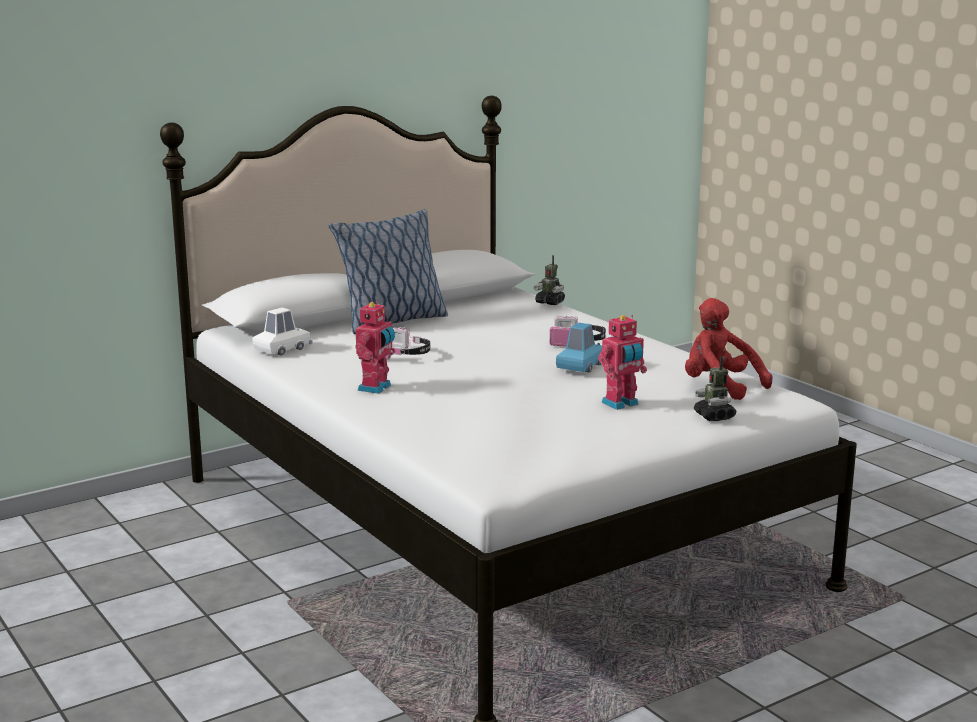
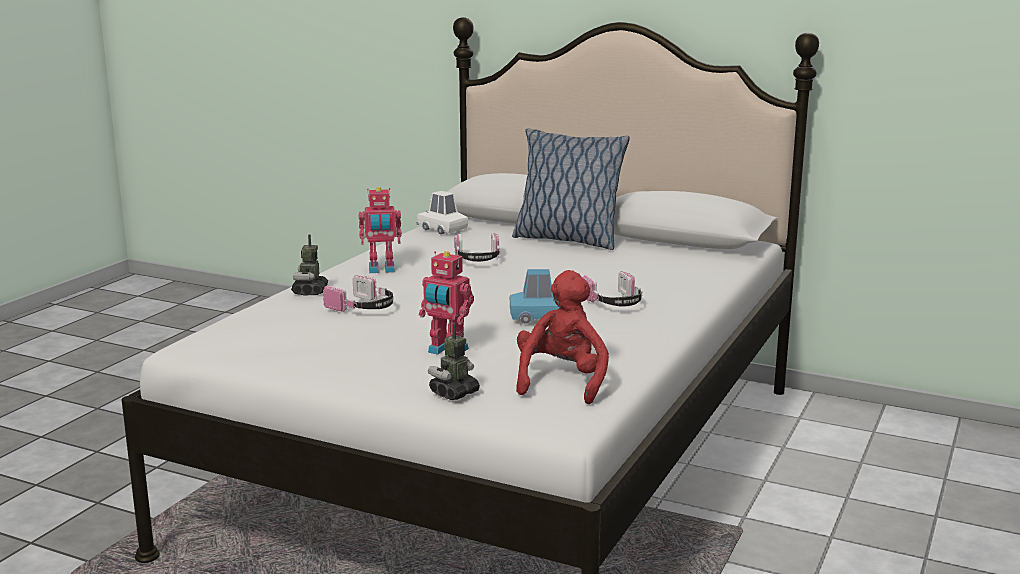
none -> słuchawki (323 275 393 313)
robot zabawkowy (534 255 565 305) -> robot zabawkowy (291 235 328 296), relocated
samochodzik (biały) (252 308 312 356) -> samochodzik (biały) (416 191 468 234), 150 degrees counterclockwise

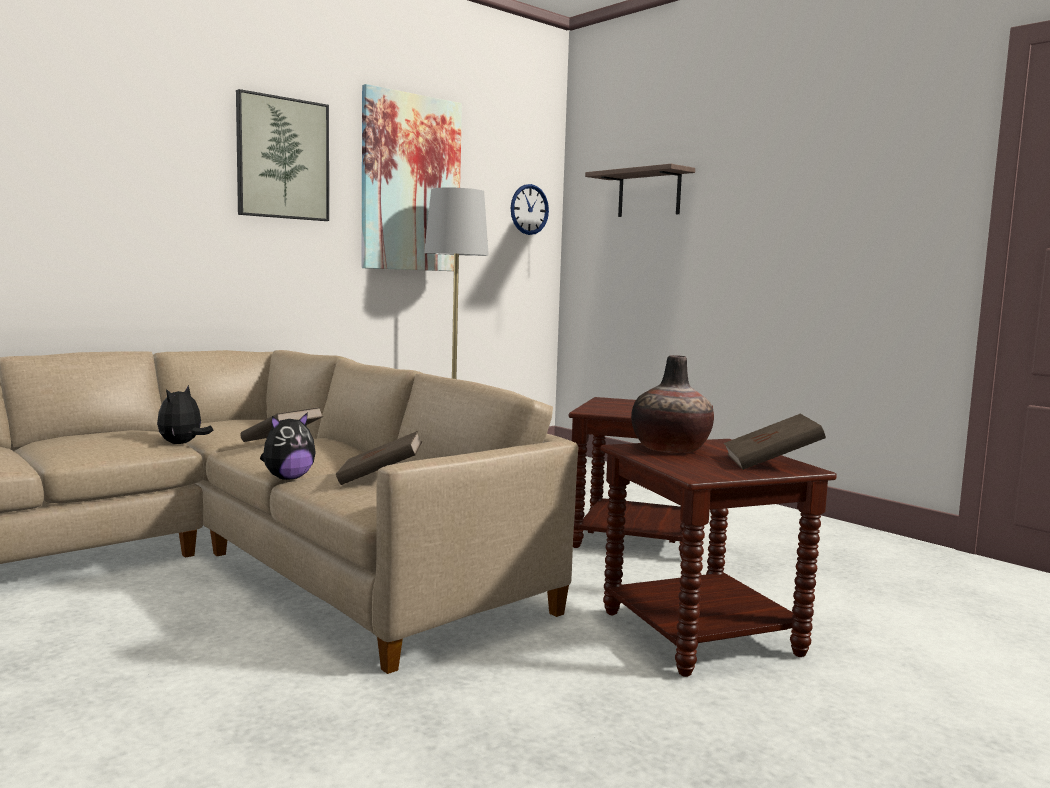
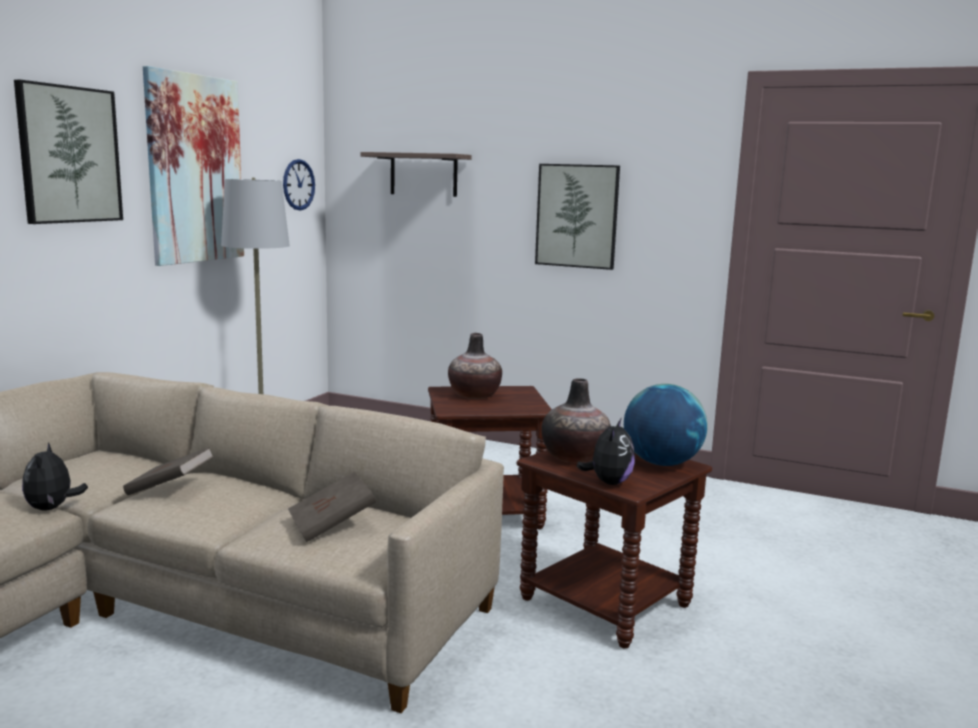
none -> wazon (448 333 502 399)
none -> obraz (535 164 620 270)
pluszak (260 412 316 480) -> pluszak (577 418 635 485), relocated
książka (brązowy) (724 414 826 470) -> globus (624 384 708 466)

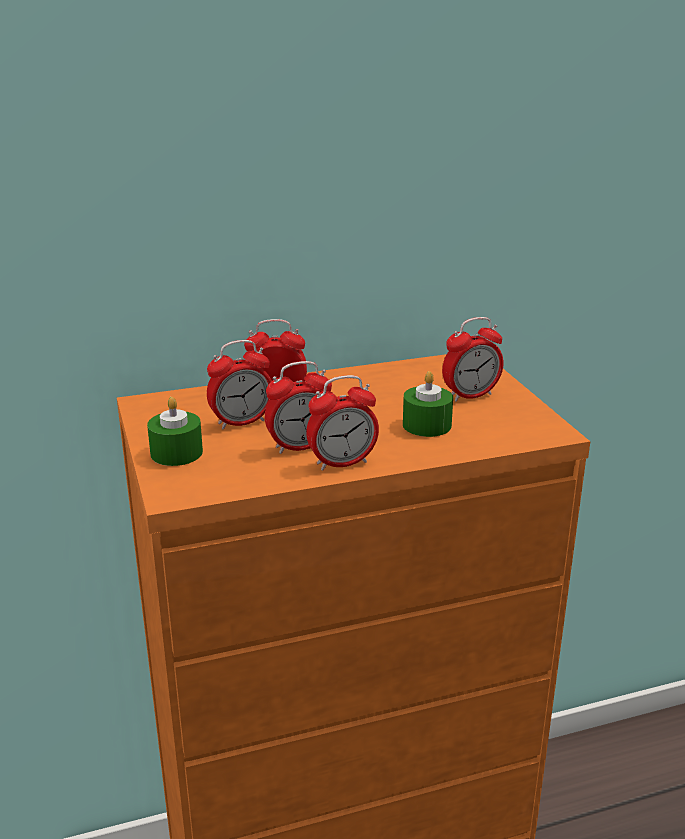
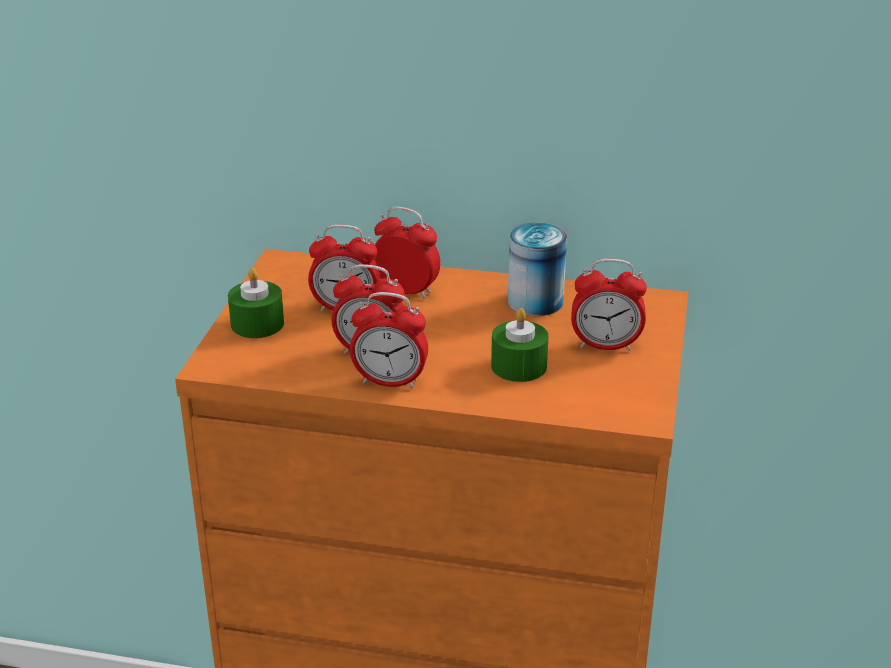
none -> puszka (508 222 567 316)

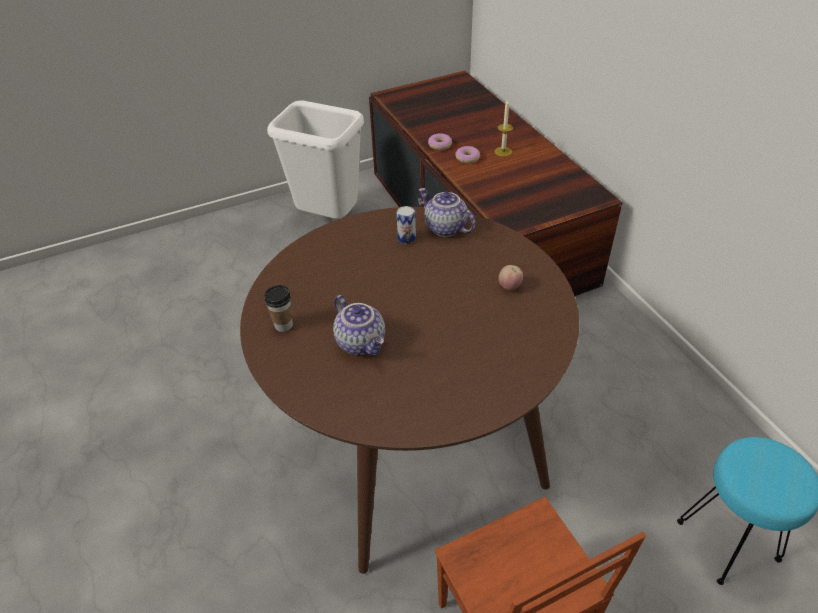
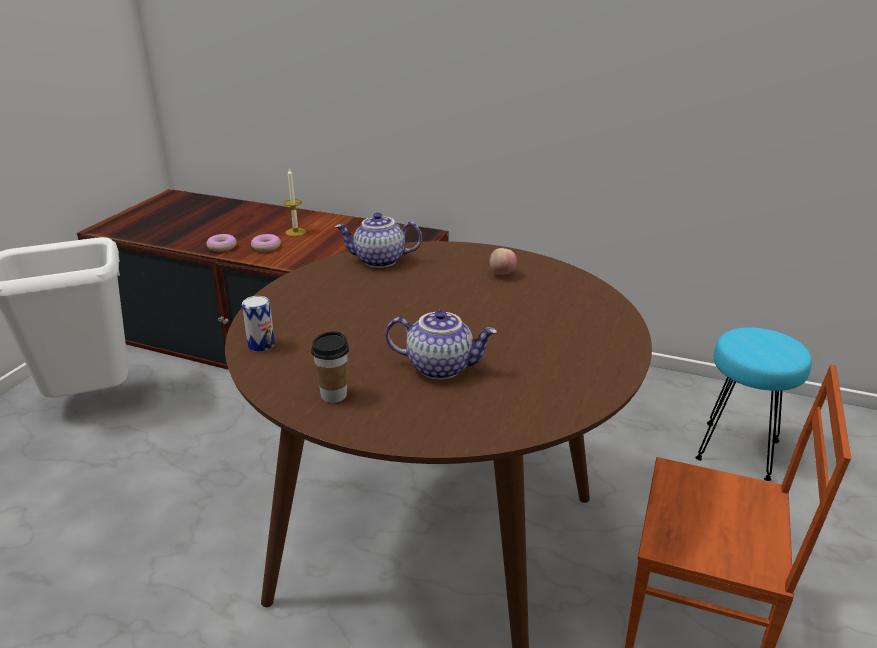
puszka (396 206 416 244) -> puszka (242 296 275 352), relocated

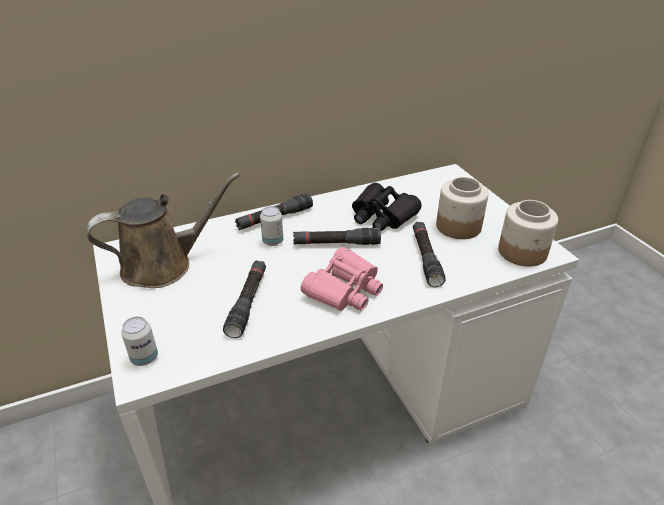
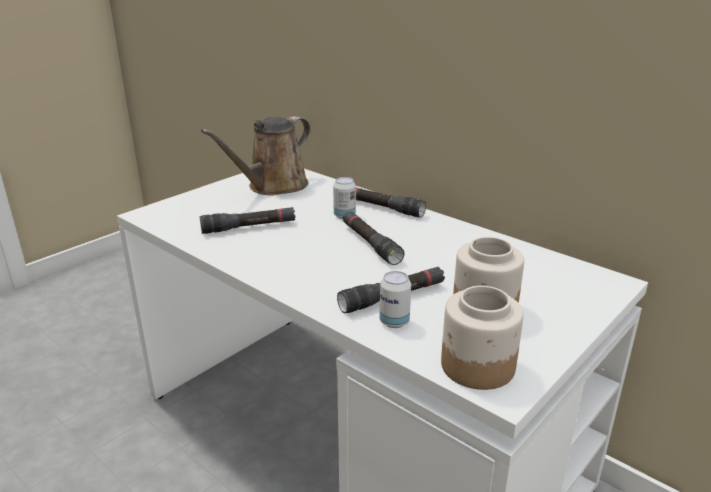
lornetka (różowy) (300 247 383 311) -> none
lornetka (czarny) (352 183 422 231) -> none
puszka (121 317 158 366) -> puszka (380 271 411 328), relocated
konewka (brązowy) (87 173 240 288) -> konewka (brązowy) (201 116 311 195), 90 degrees clockwise

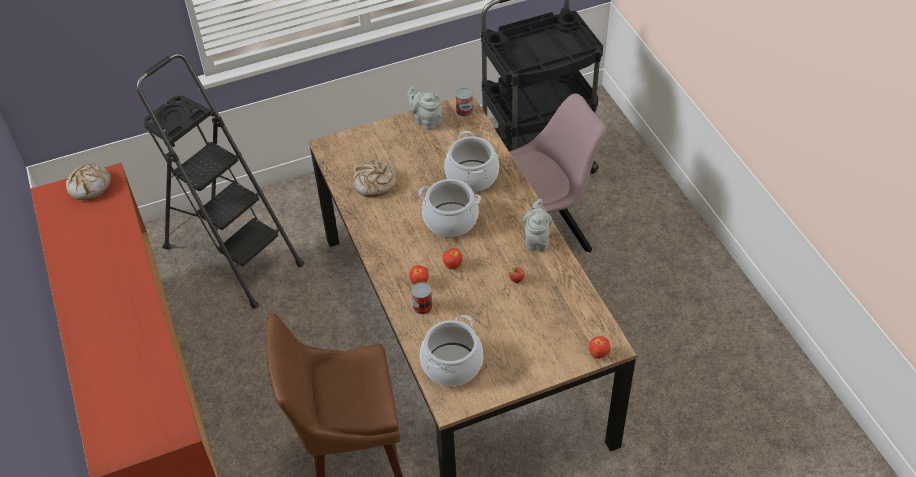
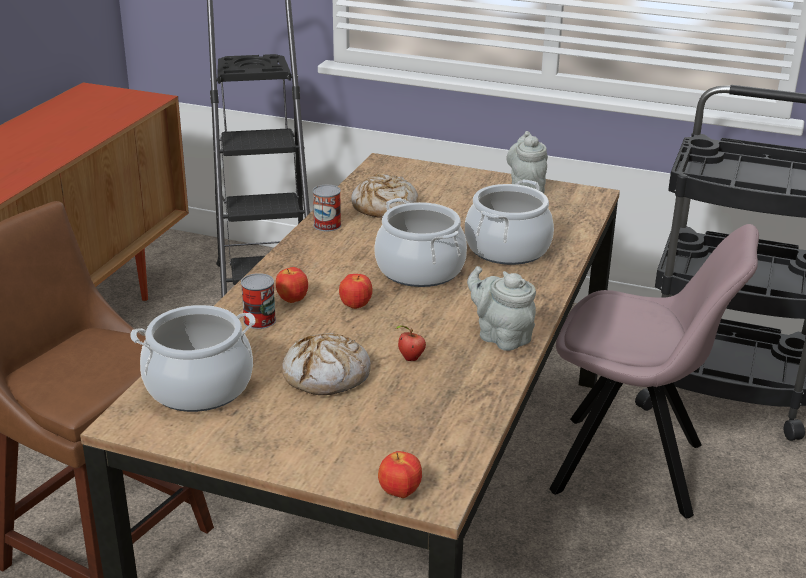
chleb (66 164 111 200) -> chleb (282 333 371 395), relocated
puszka (456 88 473 117) -> puszka (313 185 341 231), relocated
imbryk (szary) (522 199 553 251) -> imbryk (szary) (467 266 536 351), 90 degrees counterclockwise

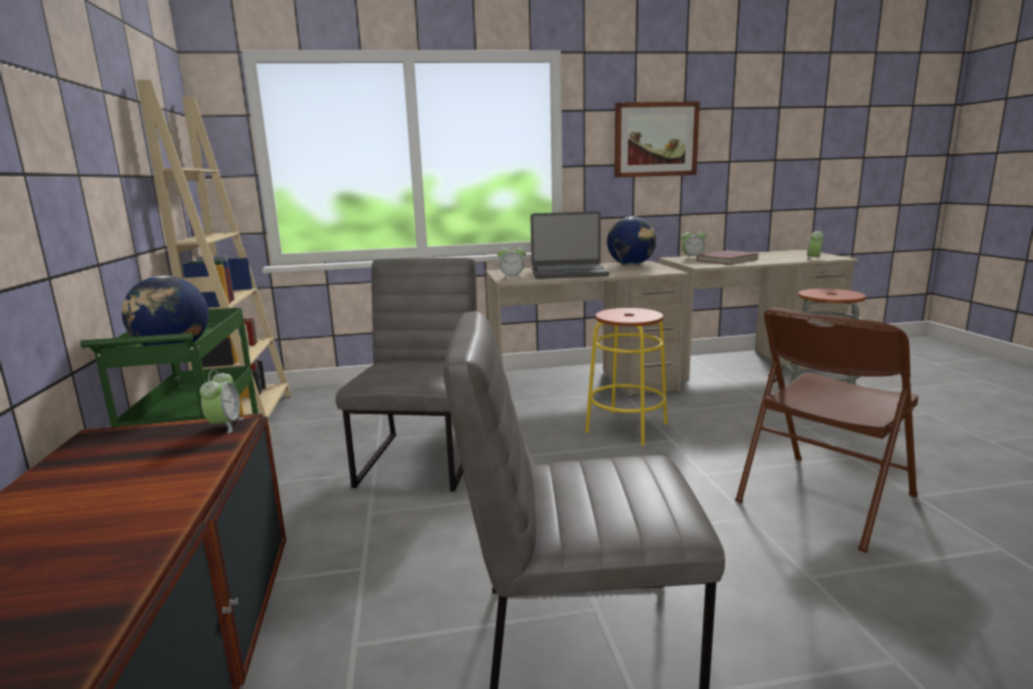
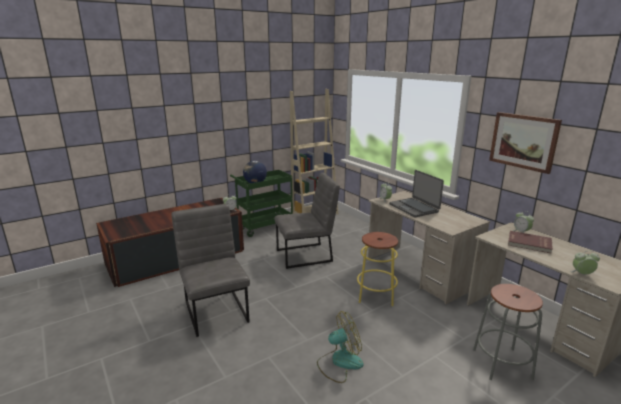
globus (607 216 656 265) -> none
krzesło (brązowy) (735 308 918 553) -> wentylator (317 311 364 383)

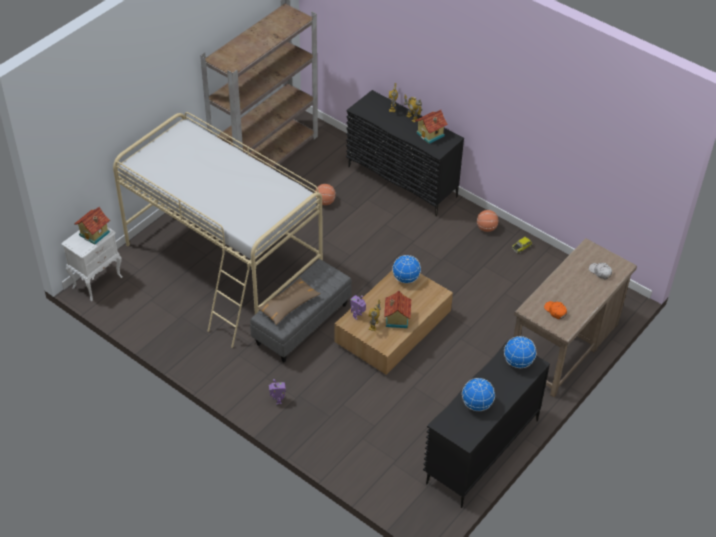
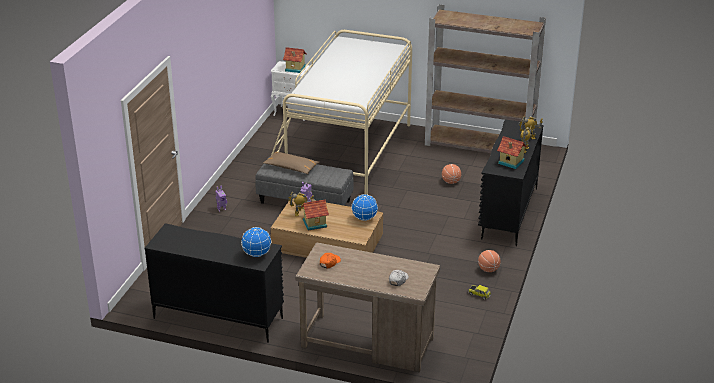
globus (462 378 495 411) -> none

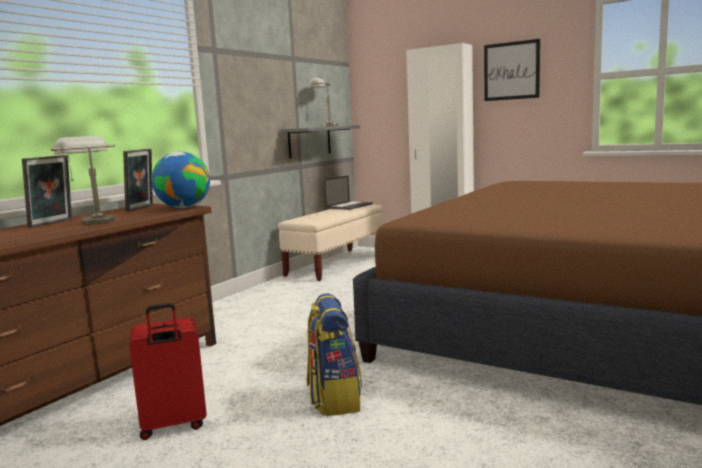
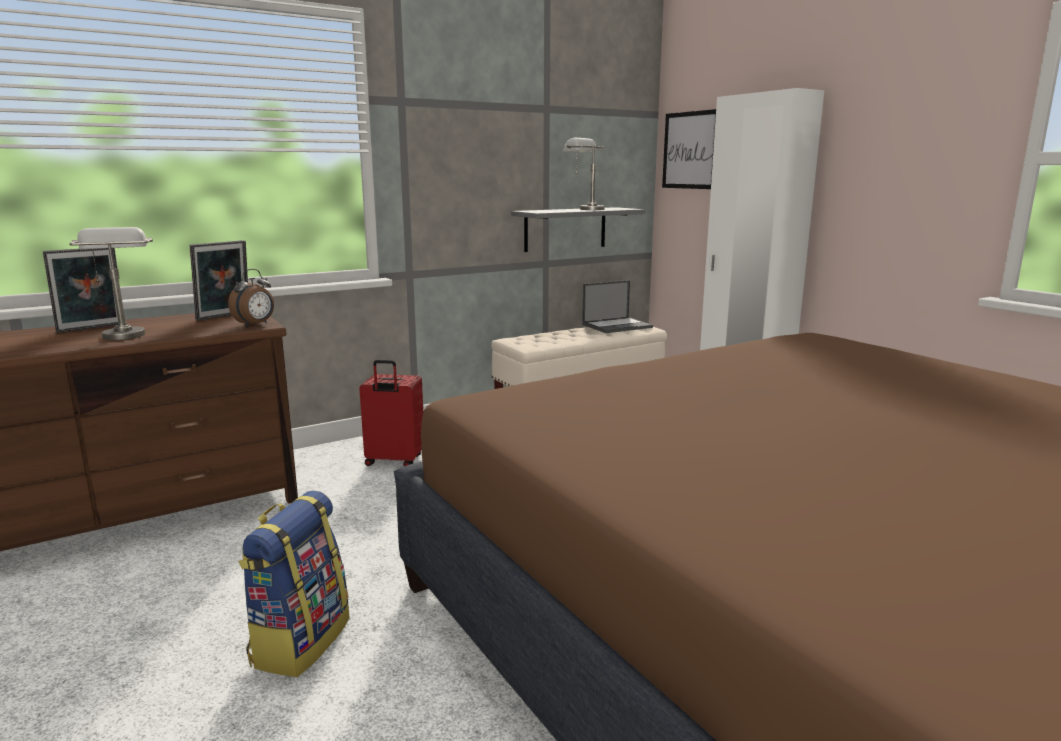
walizka (czerwony) (129 303 207 440) -> walizka (czerwony) (359 360 423 466), relocated
obraz (484 39 540 101) -> obraz (662 109 716 189), relocated
globus (151 152 210 208) -> budzik (228 269 274 327)

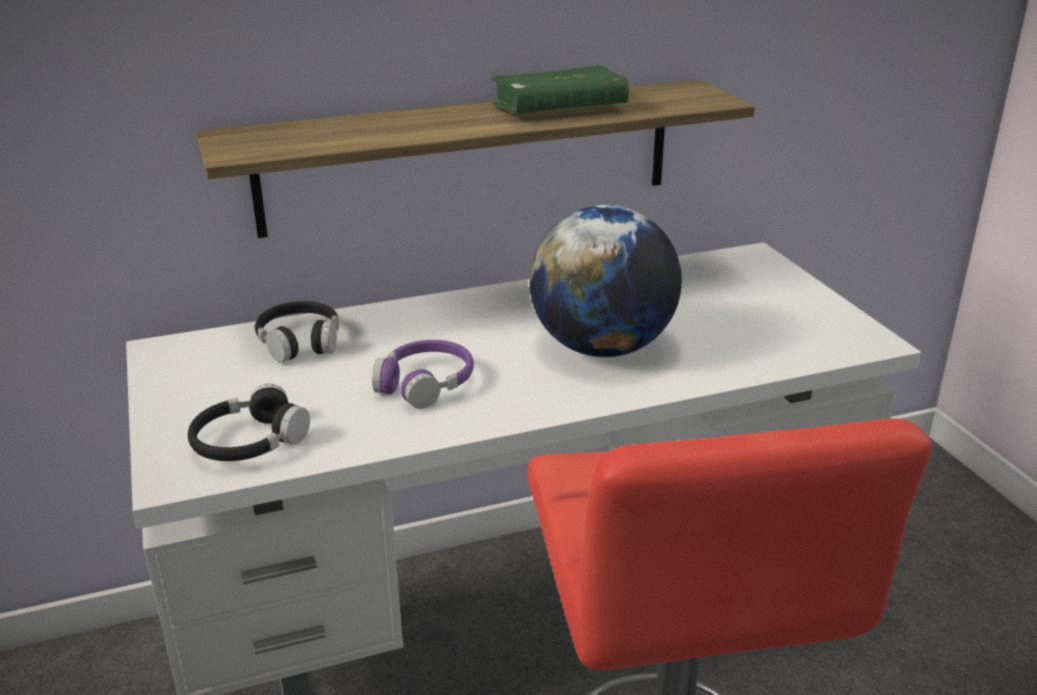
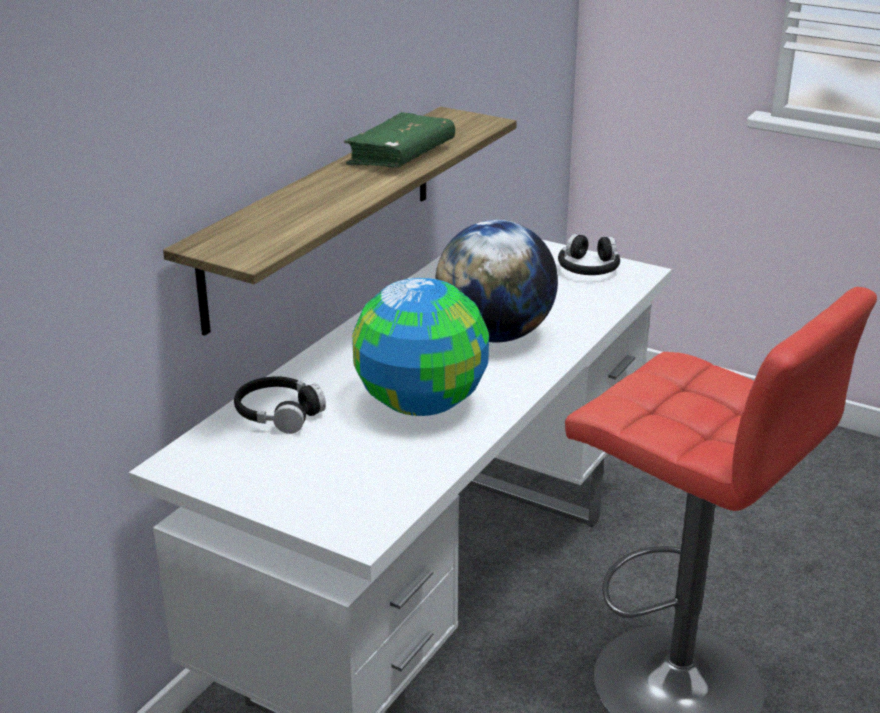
słuchawki (czarny) (188 384 310 461) -> słuchawki (czarny) (558 234 620 275), relocated
słuchawki (fioletowy) (372 340 474 409) -> globus (352 278 489 416)

